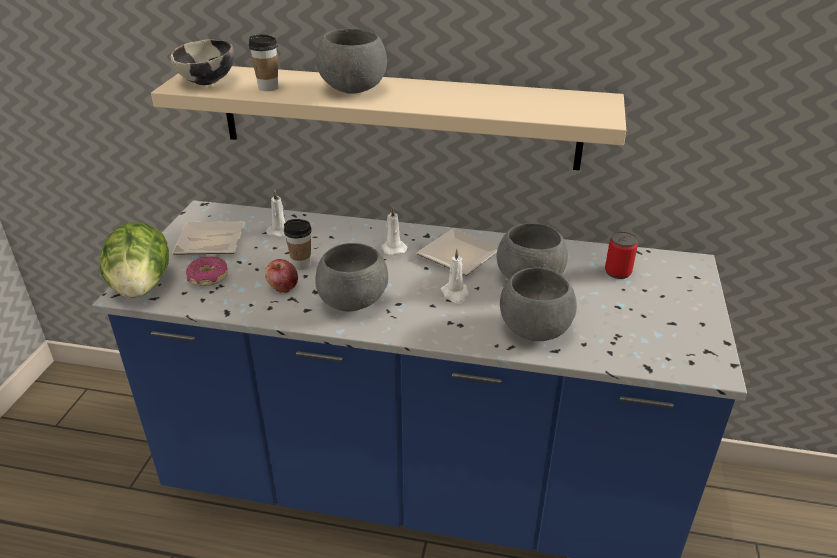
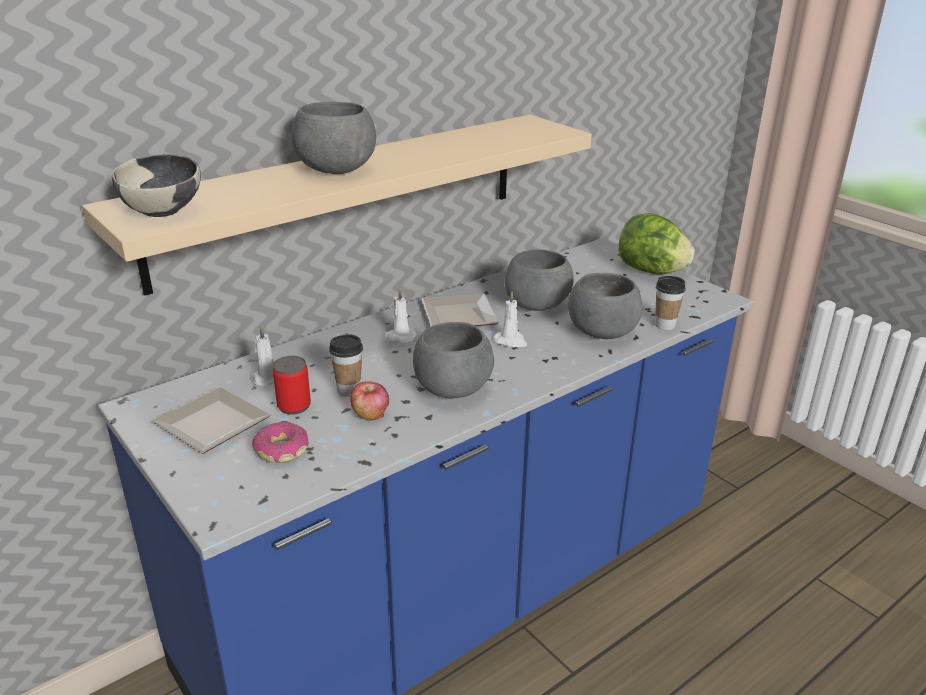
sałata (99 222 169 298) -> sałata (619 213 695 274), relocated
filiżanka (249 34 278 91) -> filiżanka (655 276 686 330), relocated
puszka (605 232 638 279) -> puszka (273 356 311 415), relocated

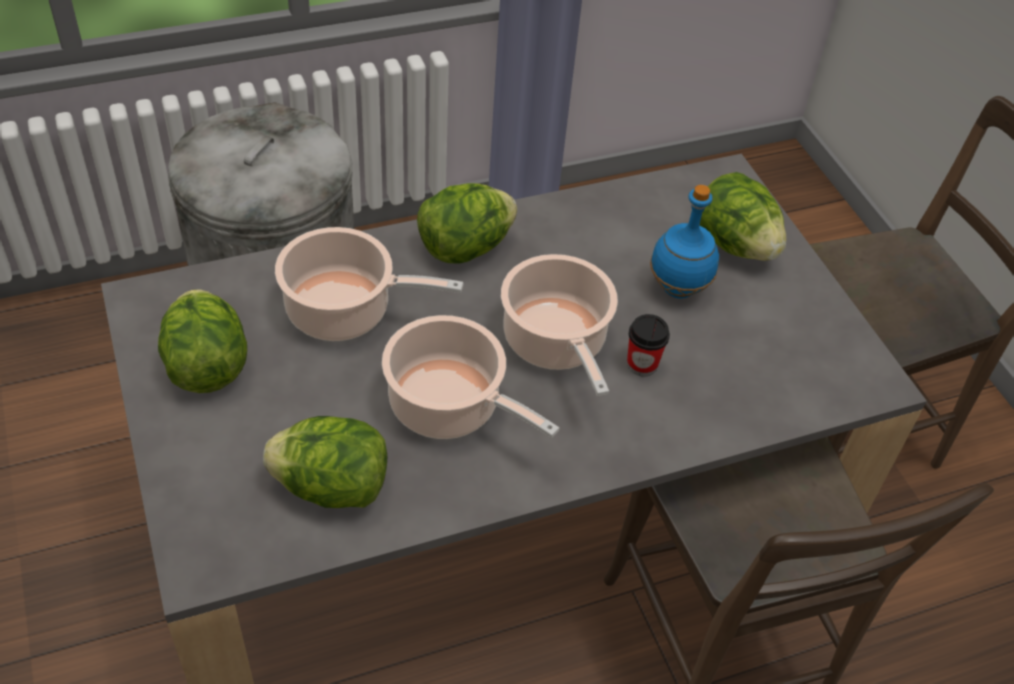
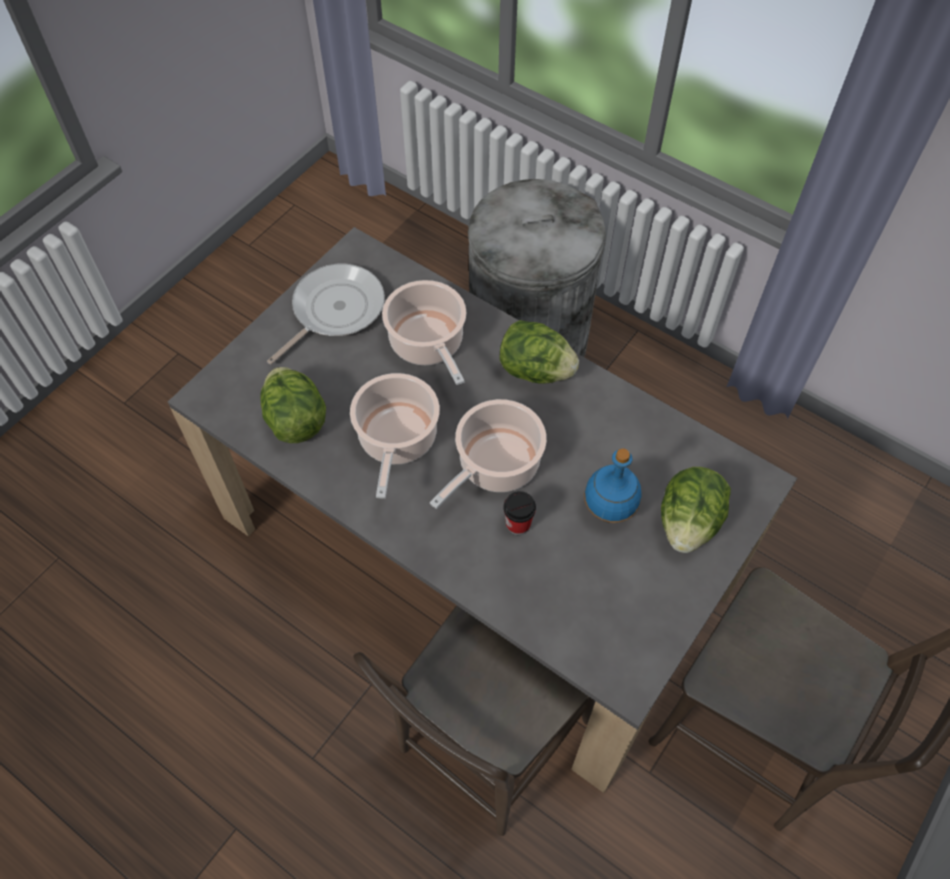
sałata (158 289 247 393) -> patelnia (267 264 385 365)

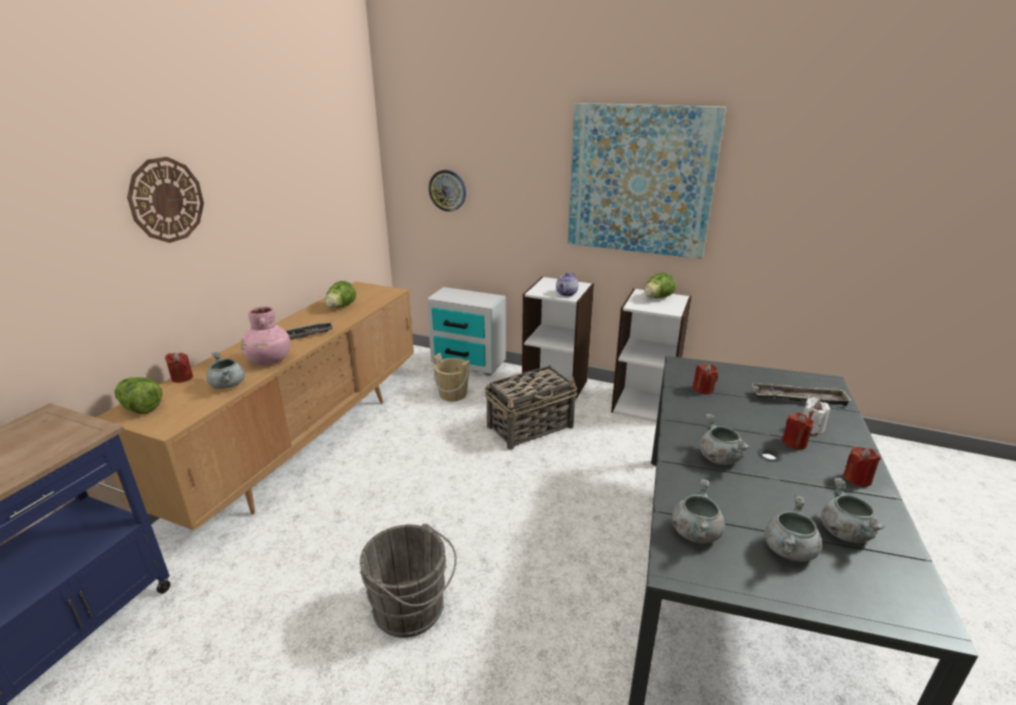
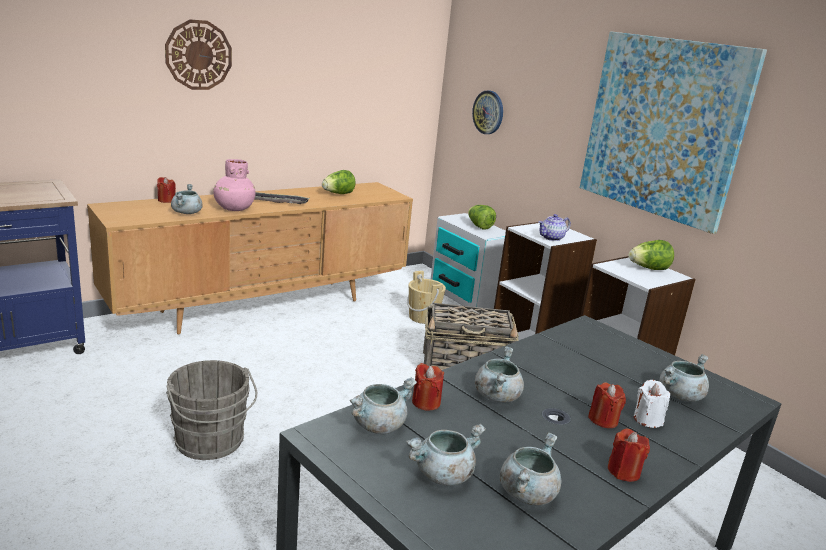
sałata (114 377 162 414) -> sałata (468 205 496 230), relocated
świeca (czerwony) (693 363 718 394) -> świeca (czerwony) (412 363 444 411), relocated
taca (752 383 852 406) -> garnek (szary) (660 354 709 402)

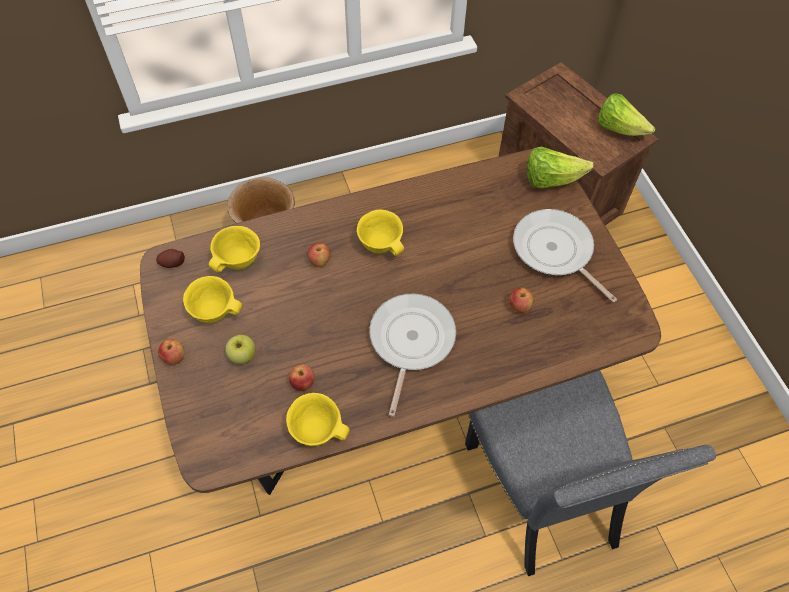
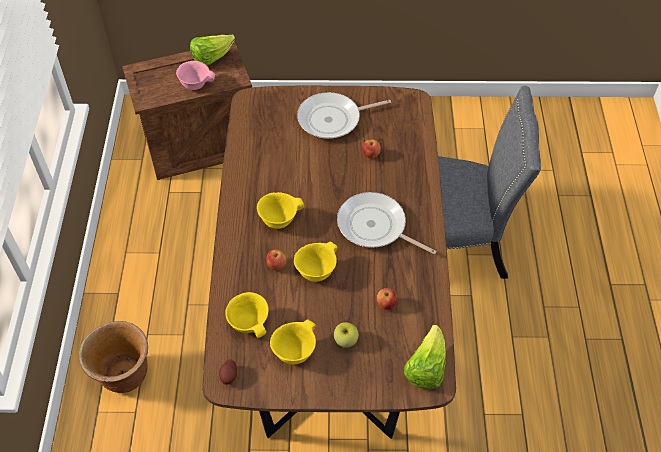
jabłko (158 339 185 365) -> none
none -> miska (różowy) (176 61 215 90)
miska (żółty) (286 393 350 446) -> miska (żółty) (294 242 338 282), relocated
sałata (527 147 594 189) -> sałata (404 325 446 389), relocated

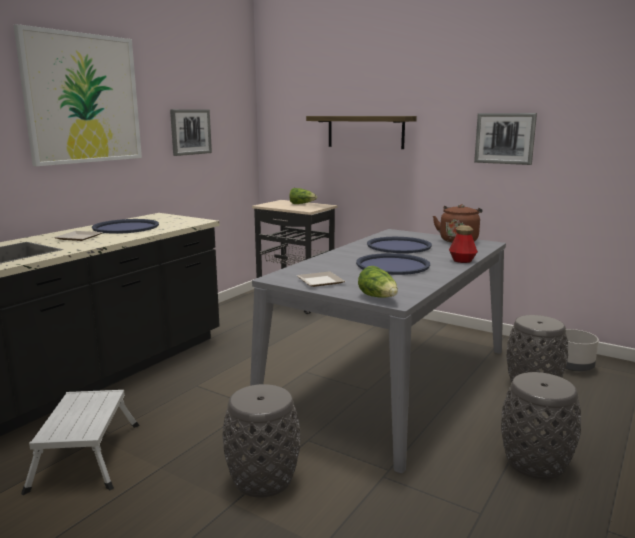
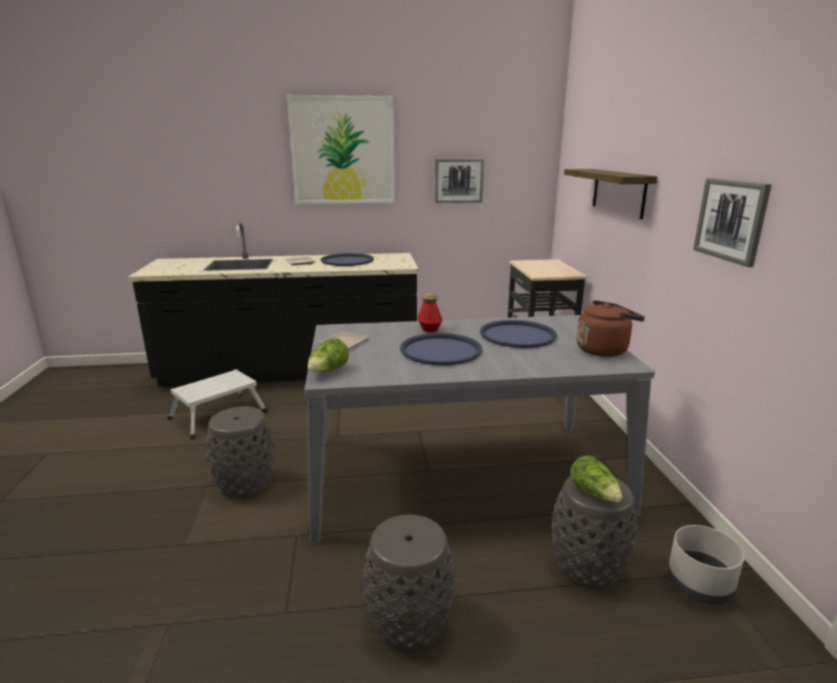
sałata (289 188 317 204) -> sałata (571 455 622 502), relocated
butelka (449 225 478 263) -> butelka (417 292 443 332), relocated

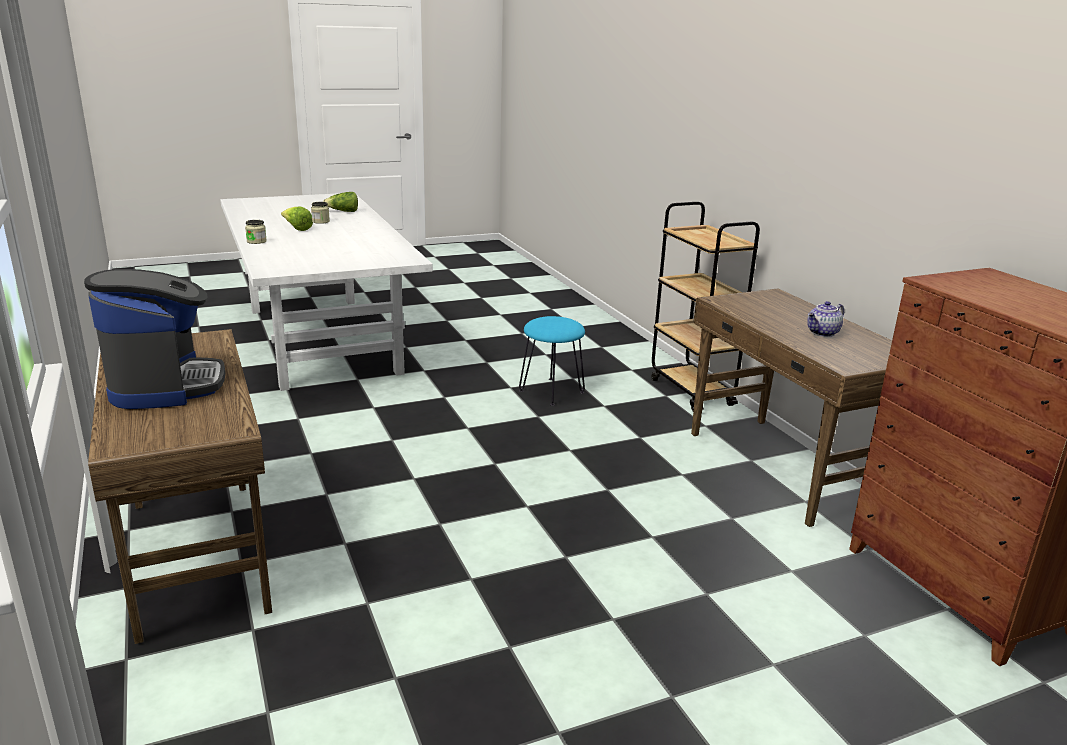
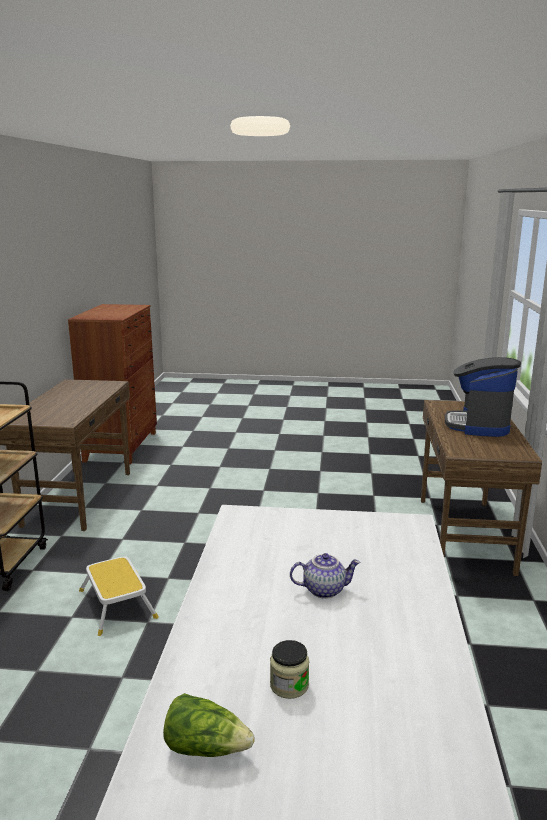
słoik (245 220 267 244) -> none
sałata (281 206 313 231) -> none
imbryk (807 301 844 337) -> imbryk (290 553 361 599), relocated
stołek (turkusowy) (519 316 585 406) -> drabinka (żółty) (79 556 159 636)

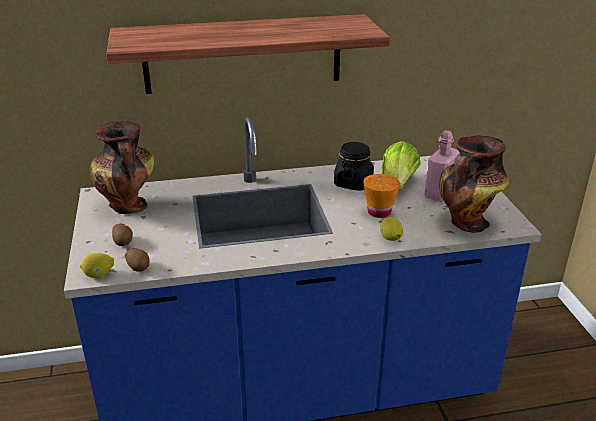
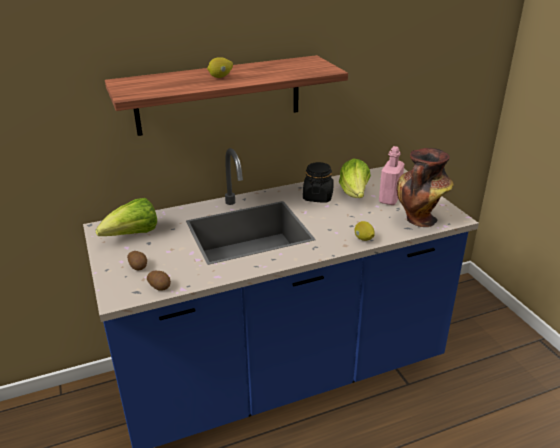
filiżanka (pomarańczowy) (363 174 400 218) -> none
cytryna (80 253 114 278) -> cytryna (207 57 233 78), relocated
wazon (90 121 155 214) -> sałata (96 198 157 236)

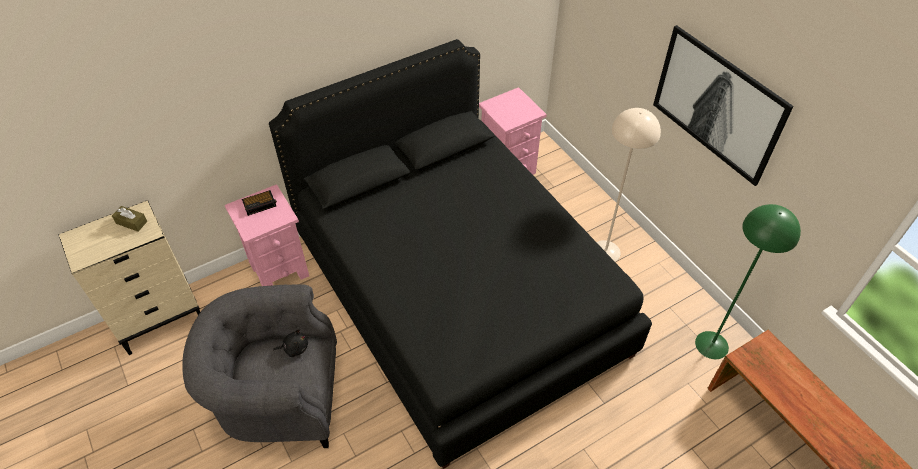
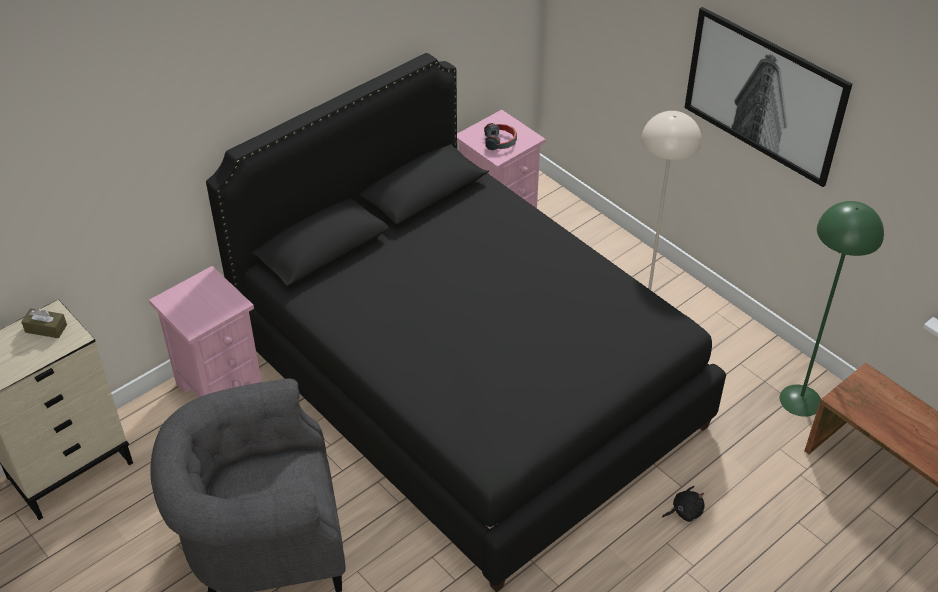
budzik (242 190 277 216) -> none
none -> słuchawki (484 123 517 151)
pluszak (czarny) (273 329 308 357) -> pluszak (czarny) (662 486 704 522), relocated

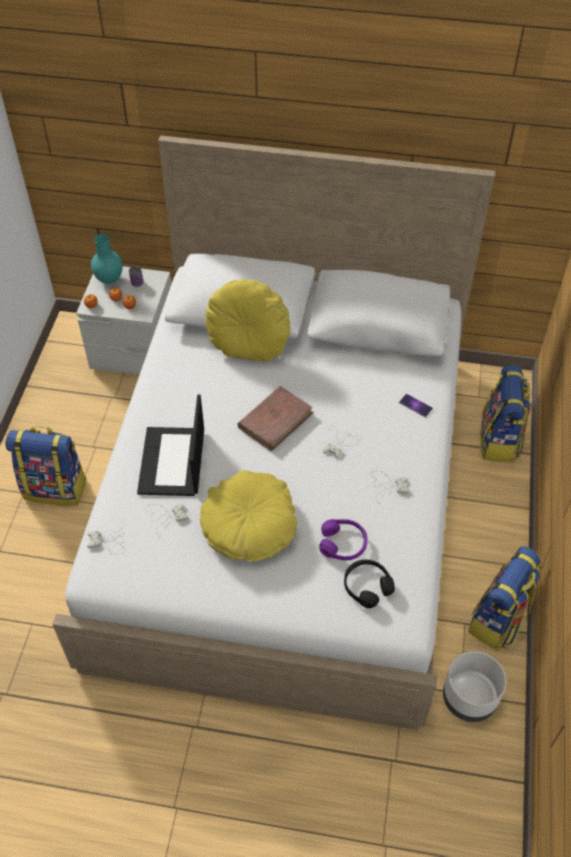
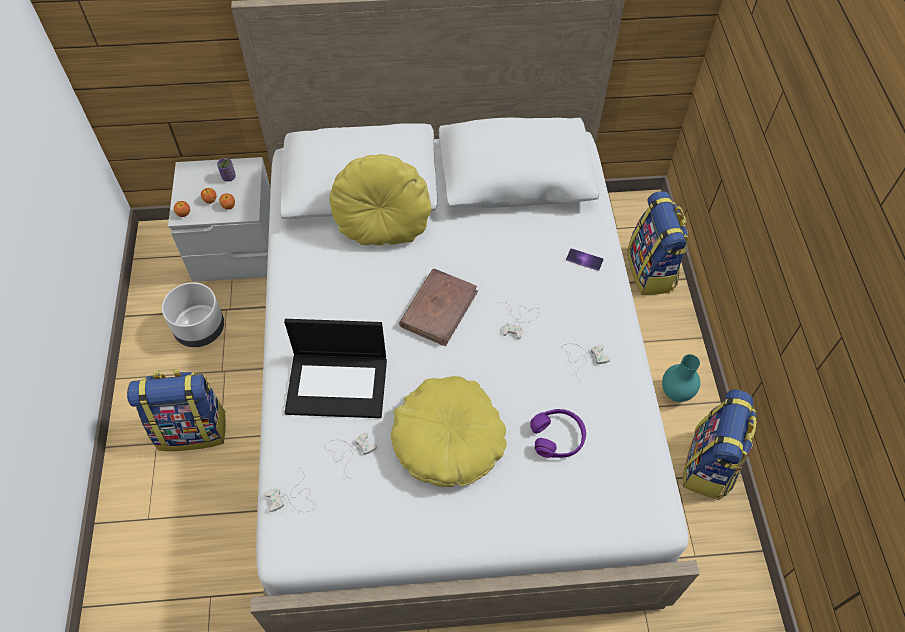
słuchawki (czarny) (344 560 395 608) -> none
wazon (turkusowy) (91 234 123 284) -> wazon (turkusowy) (662 354 700 402), relocated
donica (szary) (443 651 506 722) -> donica (szary) (162 282 224 347), relocated
laptop (137 394 204 496) -> laptop (284 319 387 418), 75 degrees counterclockwise

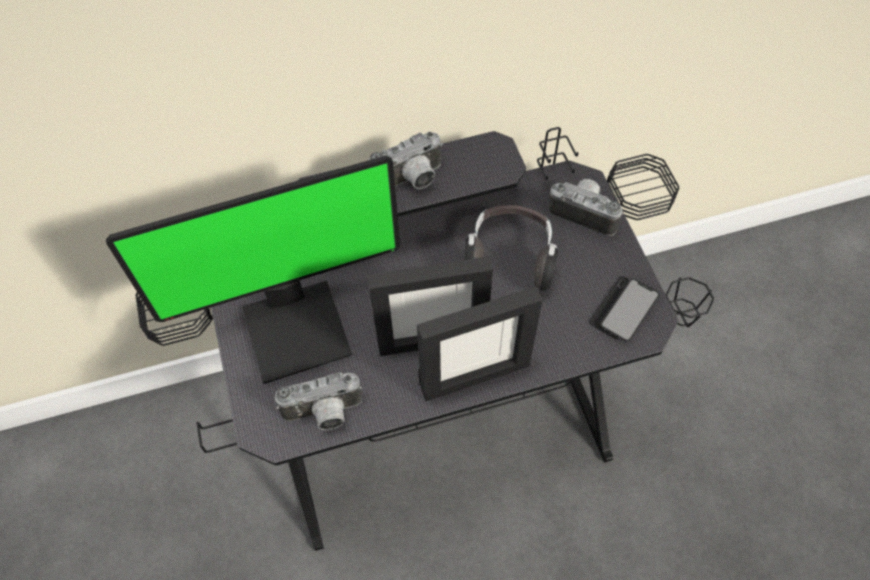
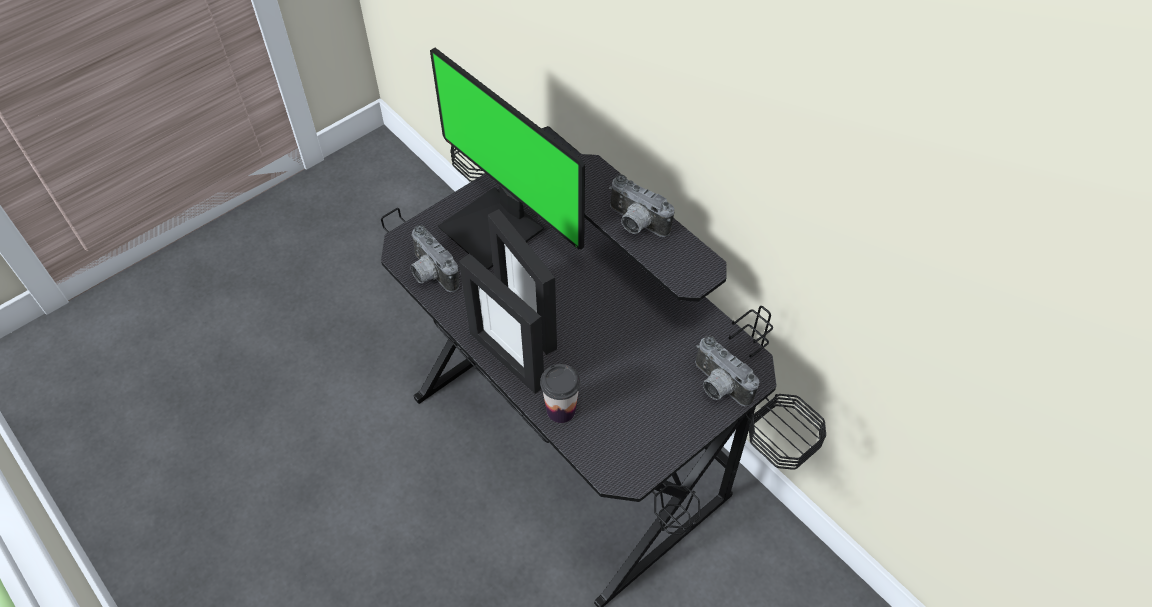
słuchawki (464 205 558 291) -> none
telefon (589 276 660 341) -> none
none -> filiżanka (540 364 581 423)
aparat fotograficzny (548 179 624 236) -> aparat fotograficzny (695 336 759 407), 135 degrees clockwise

